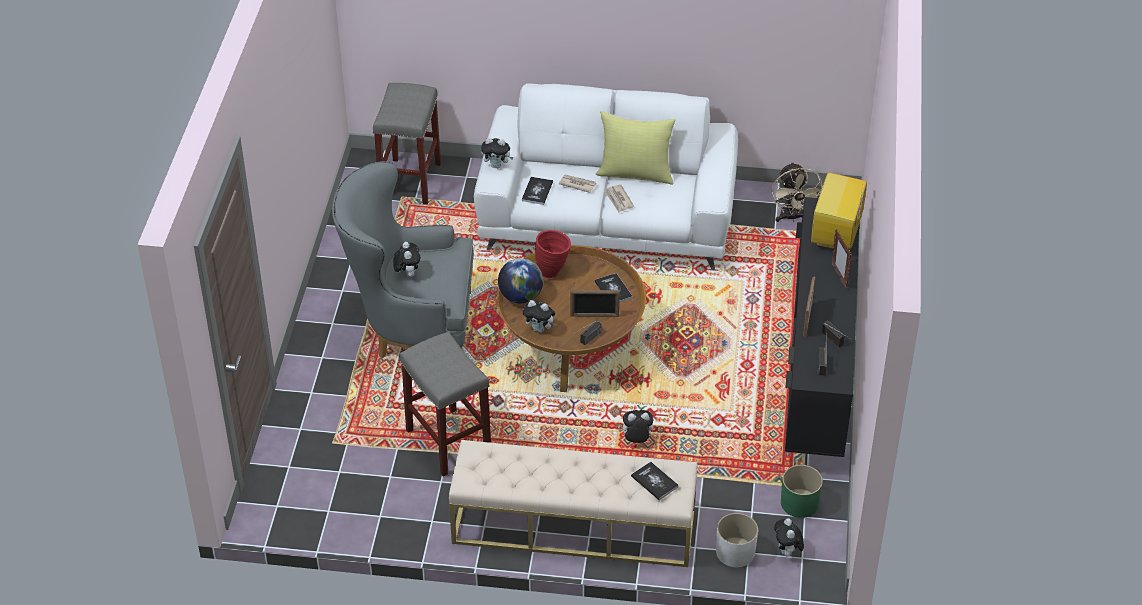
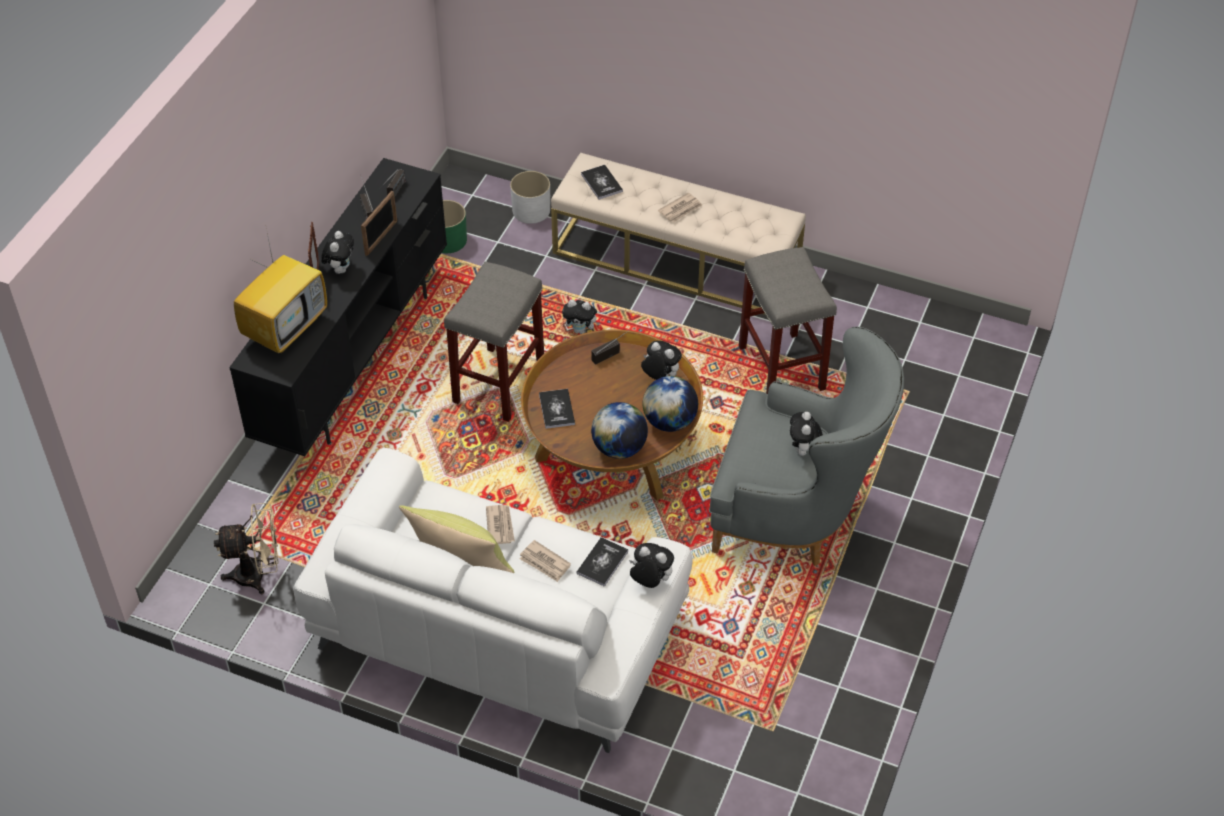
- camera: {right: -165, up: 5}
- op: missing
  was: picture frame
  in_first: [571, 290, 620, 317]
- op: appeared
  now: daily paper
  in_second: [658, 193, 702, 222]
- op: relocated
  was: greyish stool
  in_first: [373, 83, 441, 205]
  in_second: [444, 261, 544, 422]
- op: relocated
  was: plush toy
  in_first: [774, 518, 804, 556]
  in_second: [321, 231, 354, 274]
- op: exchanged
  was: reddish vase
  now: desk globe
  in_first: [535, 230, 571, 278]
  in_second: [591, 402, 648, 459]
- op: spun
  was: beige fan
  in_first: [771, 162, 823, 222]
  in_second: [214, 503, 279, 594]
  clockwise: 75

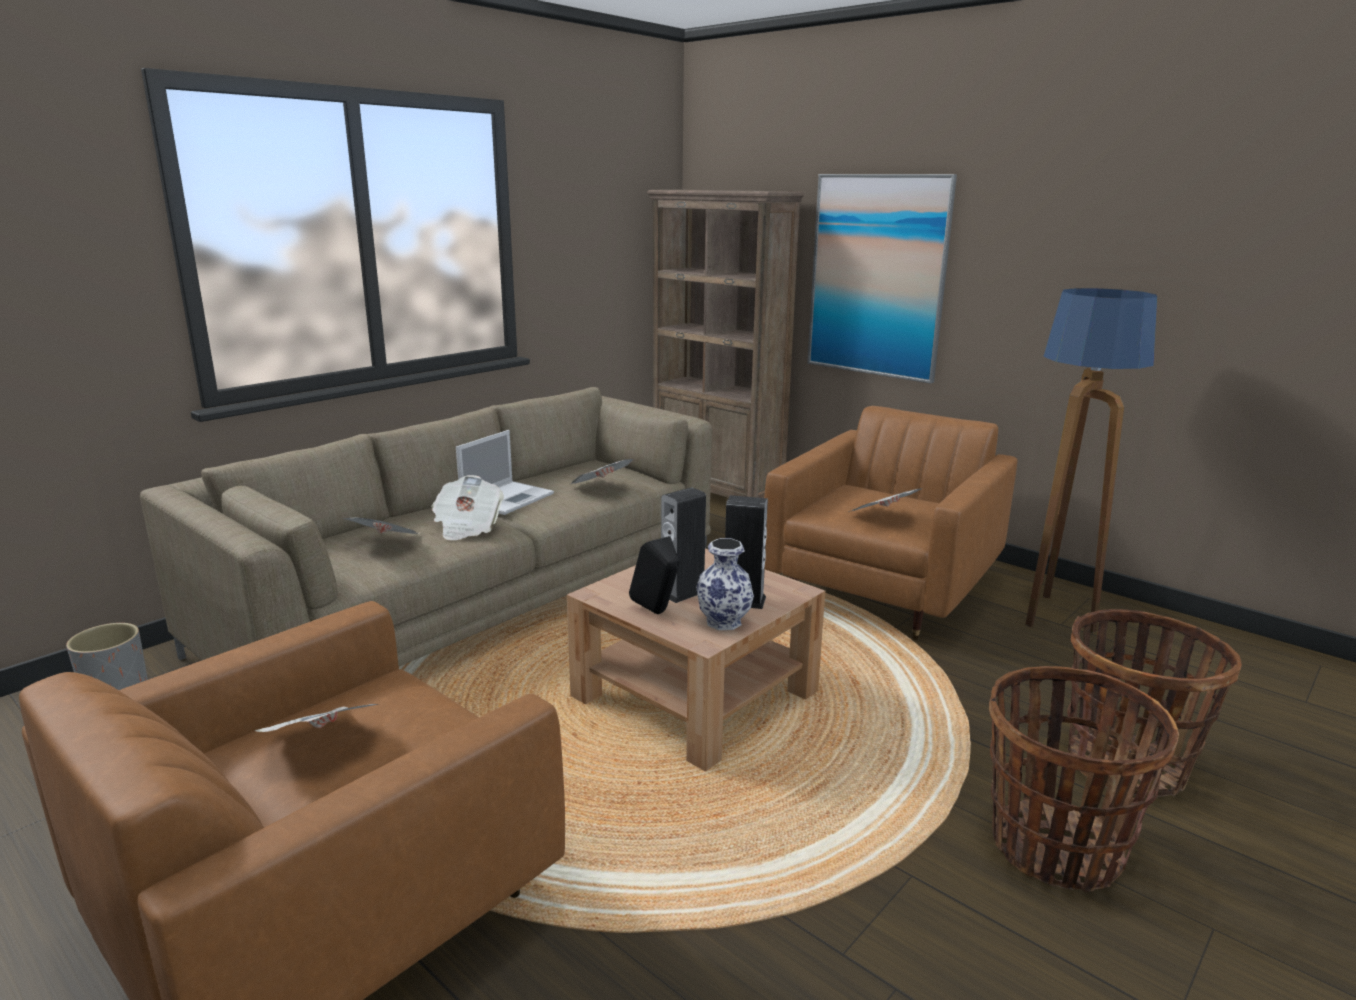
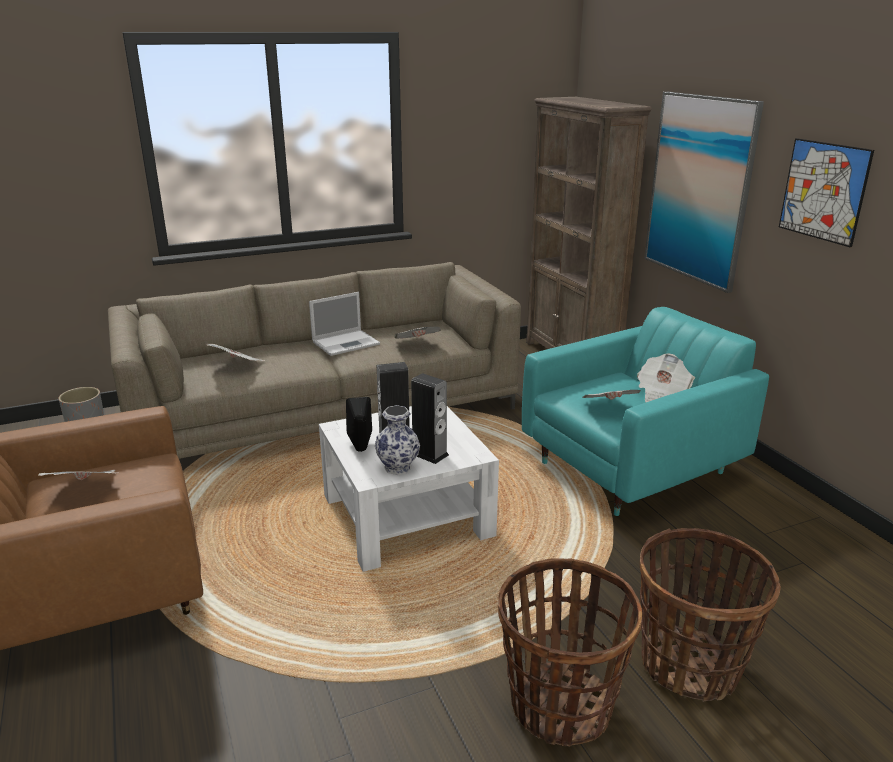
- camera: {right: 25, up: 5}
- op: missing
  was: floor lamp
  in_first: [1025, 288, 1157, 633]
- op: appeared
  now: wall picture
  in_second: [779, 138, 874, 248]
- op: relocated
  was: daily paper
  in_first: [432, 475, 504, 540]
  in_second: [637, 353, 696, 402]
- op: colour
  was: brown-coloured lounge table
  now: whitish lounge table
  in_first: [567, 549, 825, 771]
  in_second: [319, 406, 499, 572]
- op: colour
  was: brown-coloured lounge chair
  now: turquoise-coloured lounge chair
  in_first: [764, 406, 1017, 640]
  in_second: [522, 307, 769, 516]

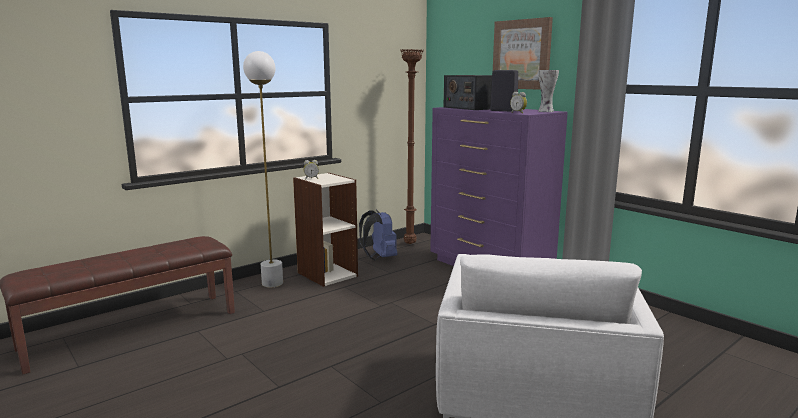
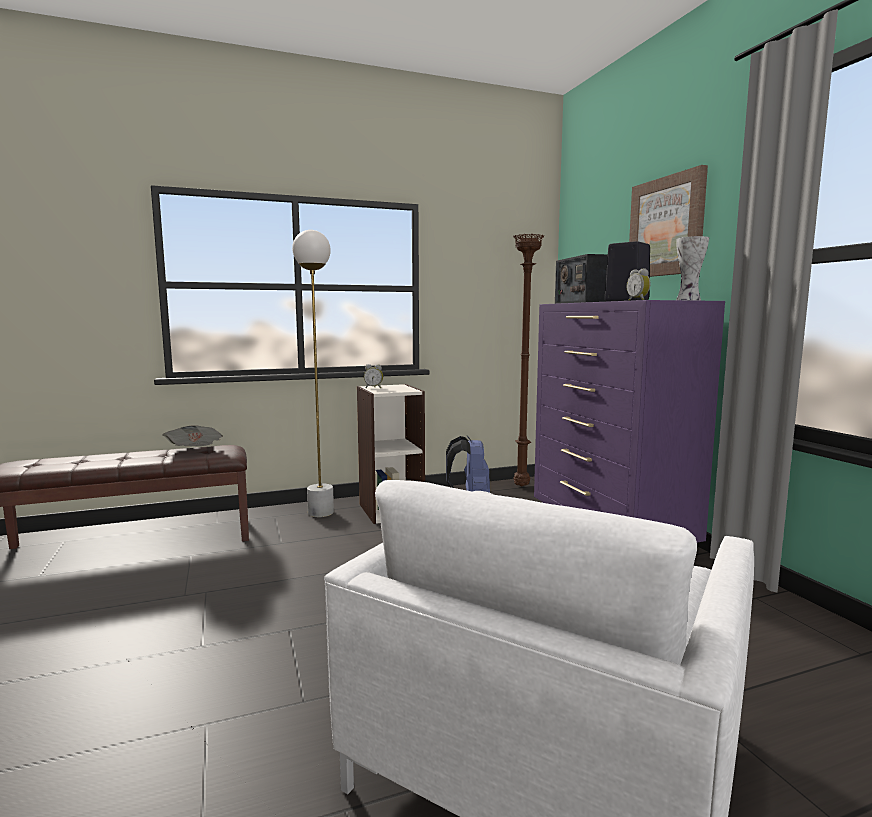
- camera: {right: 20, up: -5}
- op: appeared
  now: daily paper
  in_second: [162, 425, 223, 446]

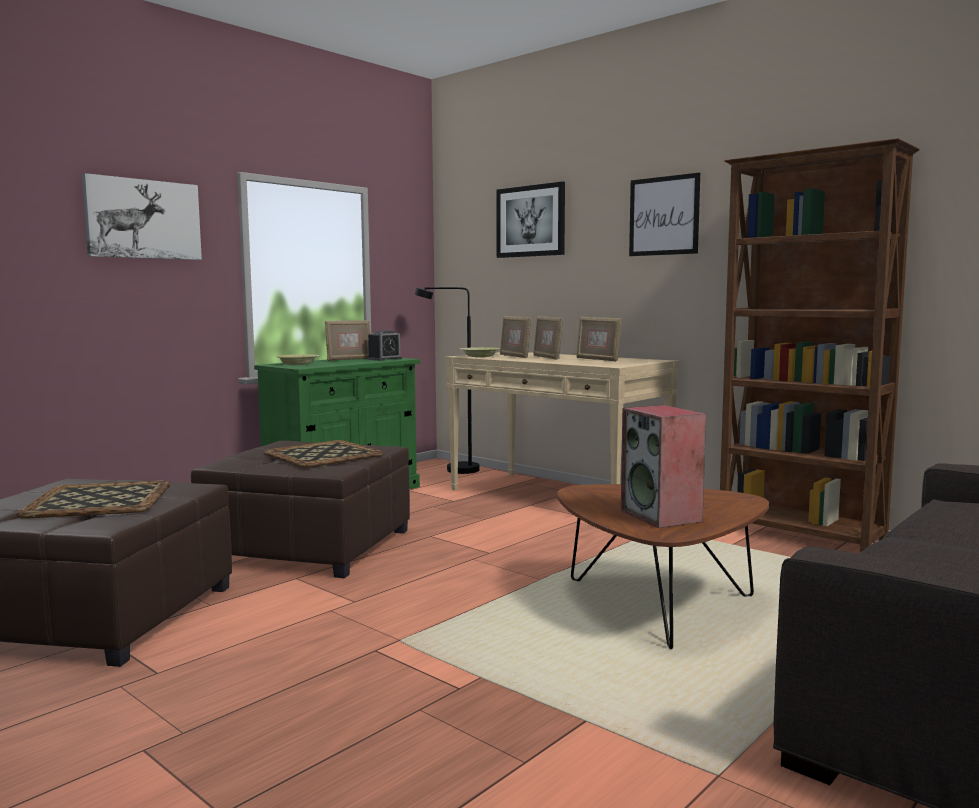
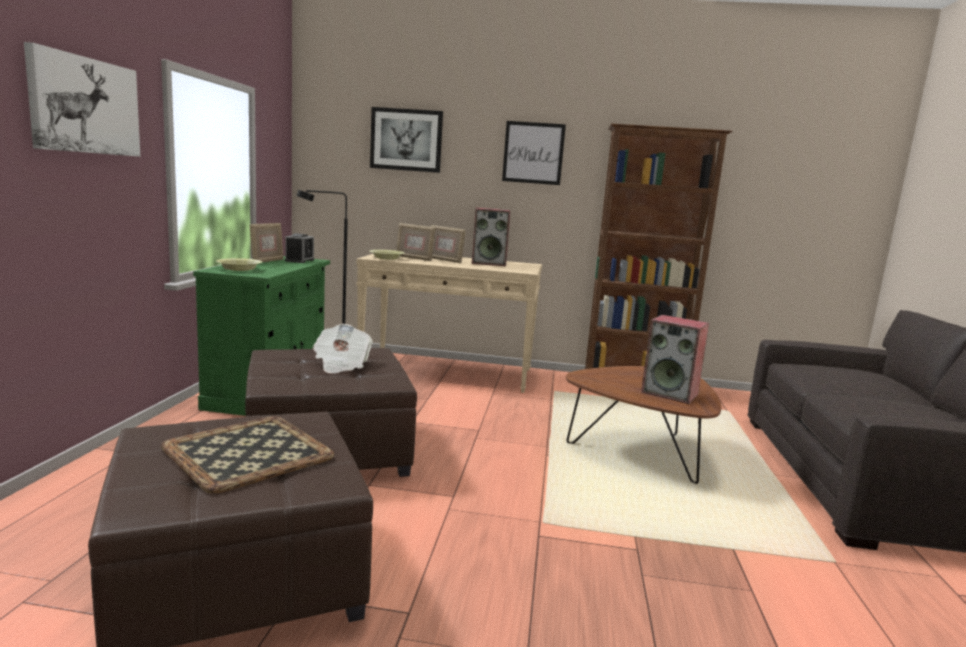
- camera: {right: -35, up: 5}
- op: exchanged
  was: tray
  now: daily paper
  in_first: [264, 440, 383, 468]
  in_second: [313, 324, 373, 373]
- op: exchanged
  was: picture frame
  now: loudspeaker
  in_first: [577, 317, 622, 361]
  in_second: [472, 208, 510, 266]

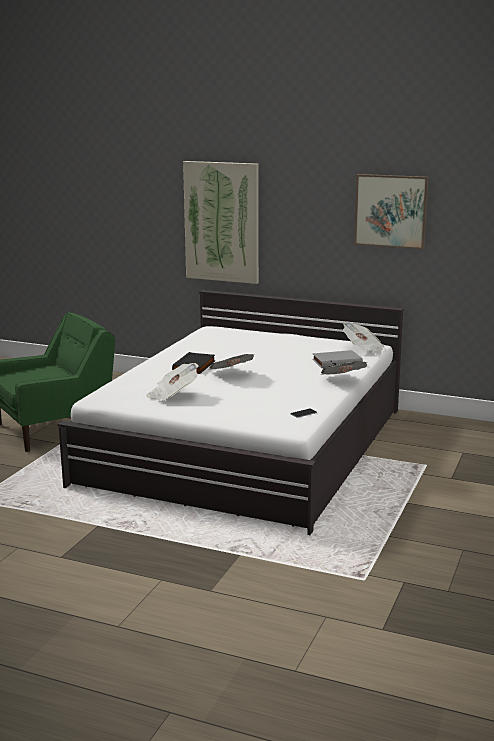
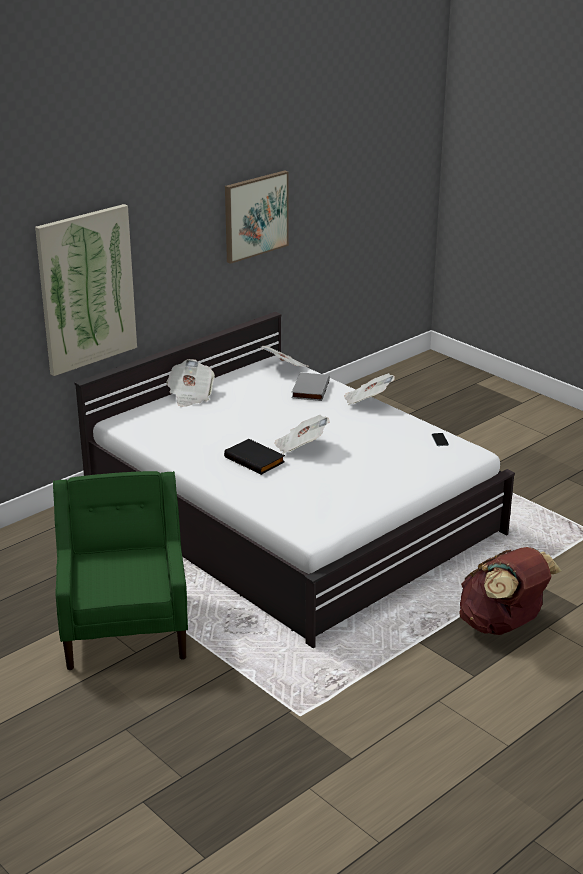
- camera: {right: -65, up: 10}
- op: appeared
  now: brown-coloured rucksack
  in_second: [459, 547, 561, 635]
- op: relocated
  was: daily paper
  in_first: [146, 363, 199, 401]
  in_second: [166, 359, 215, 407]

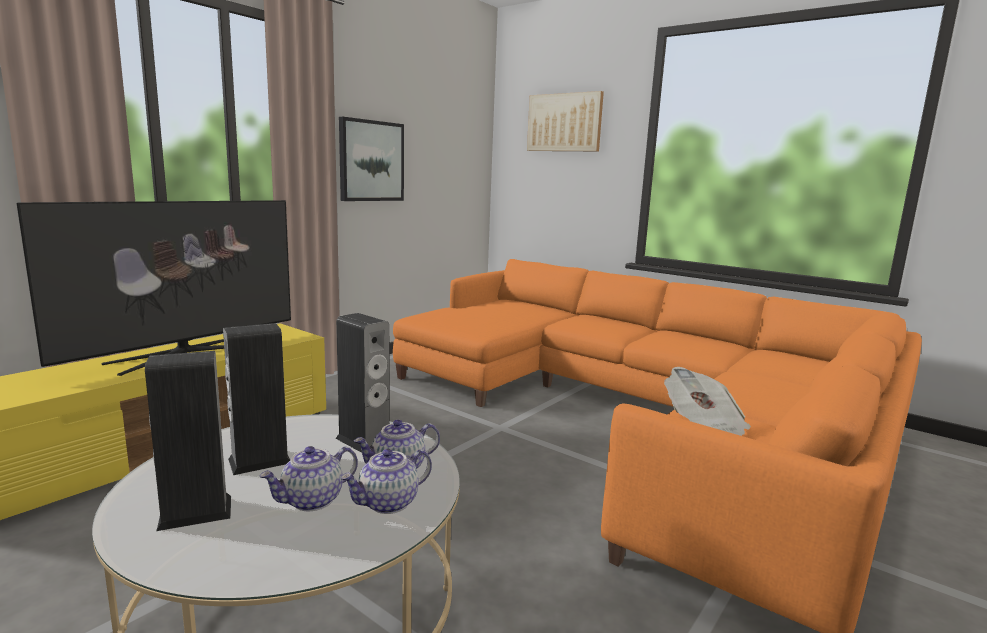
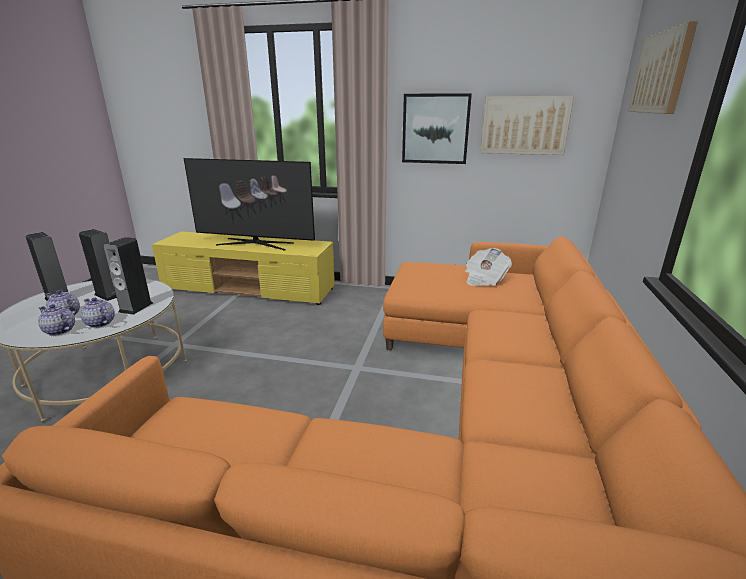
- camera: {right: 65, up: 10}
- op: appeared
  now: wall picture
  in_second: [480, 96, 574, 155]
- op: relocated
  was: daily paper
  in_first: [664, 367, 751, 436]
  in_second: [465, 248, 512, 286]

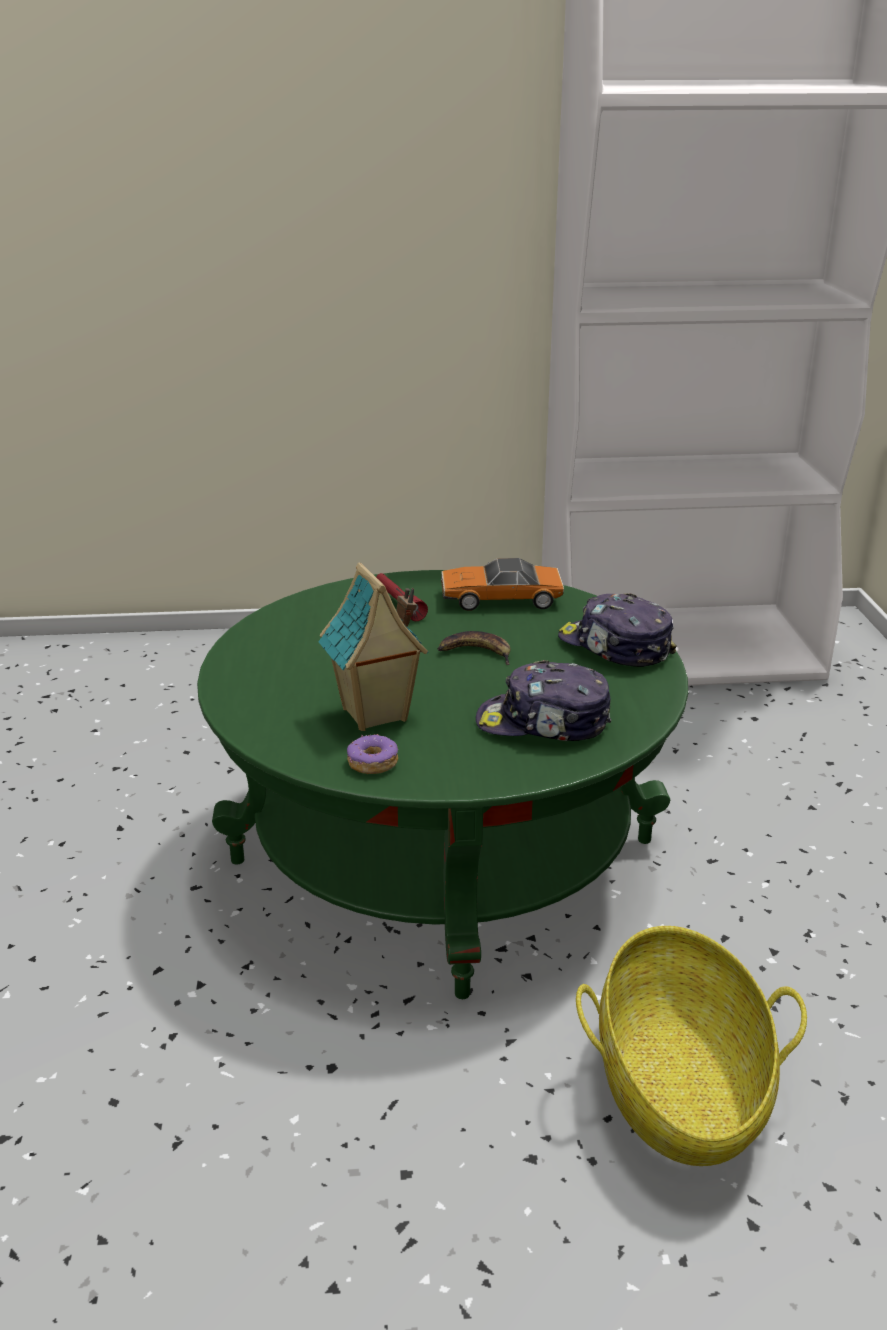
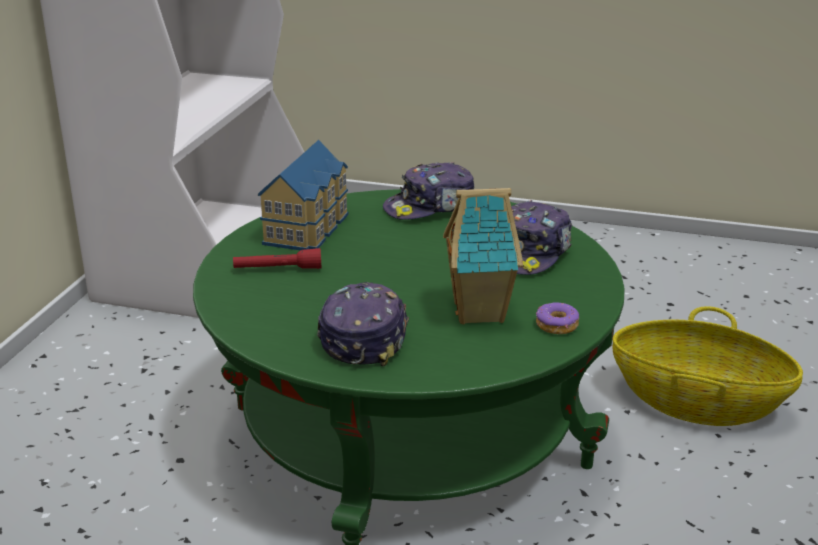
- camera: {right: -70, up: 0}
- op: missing
  was: banana
  in_first: [437, 631, 511, 665]
- op: appeared
  now: baseball cap
  in_second: [317, 282, 409, 366]
- op: exchanged
  was: miniature car
  now: miniature house
  in_first: [441, 558, 564, 611]
  in_second: [258, 140, 348, 251]

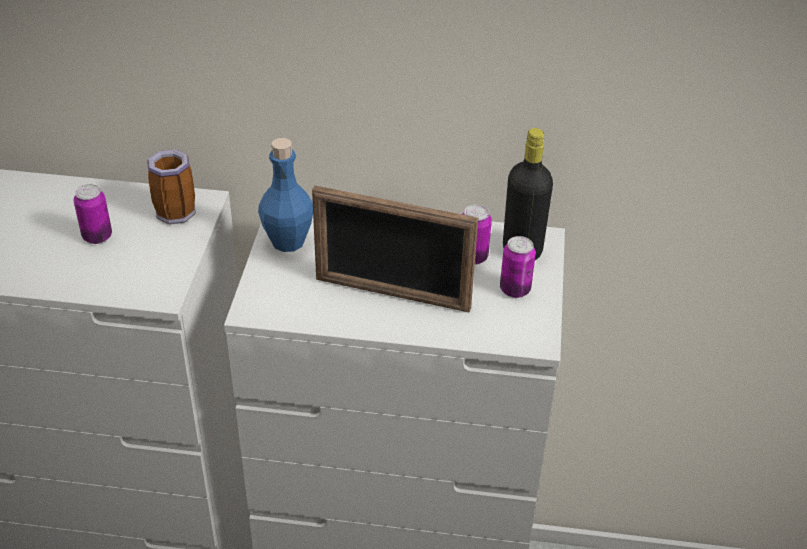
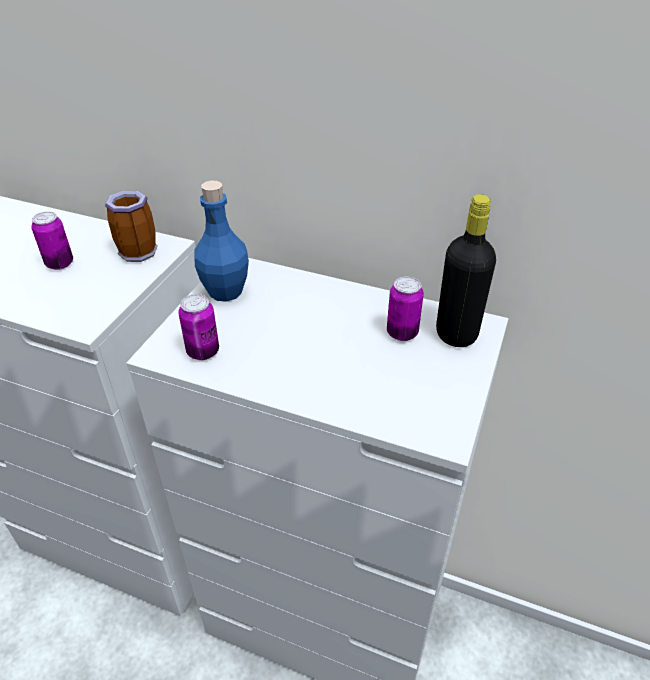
- camera: {right: 15, up: 0}
- op: missing
  was: picture frame
  in_first: [312, 186, 478, 312]
- op: relocated
  was: metal can
  in_first: [500, 236, 536, 298]
  in_second: [178, 294, 219, 360]

